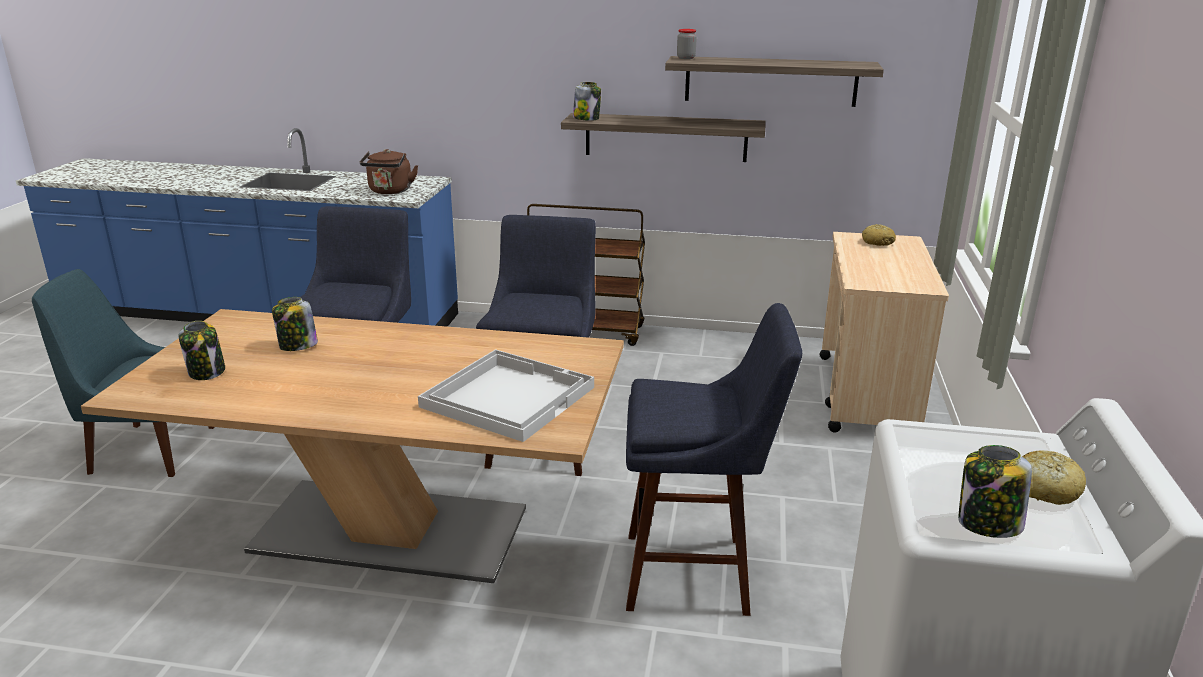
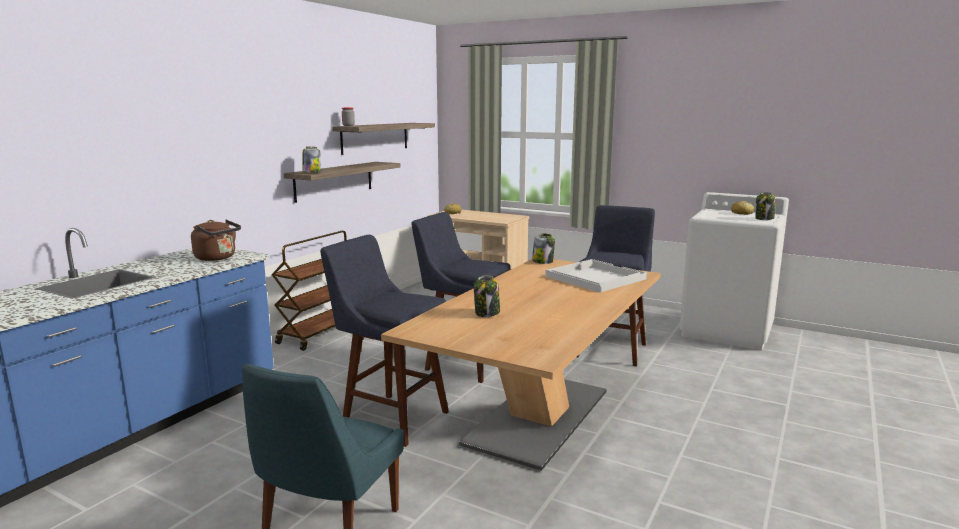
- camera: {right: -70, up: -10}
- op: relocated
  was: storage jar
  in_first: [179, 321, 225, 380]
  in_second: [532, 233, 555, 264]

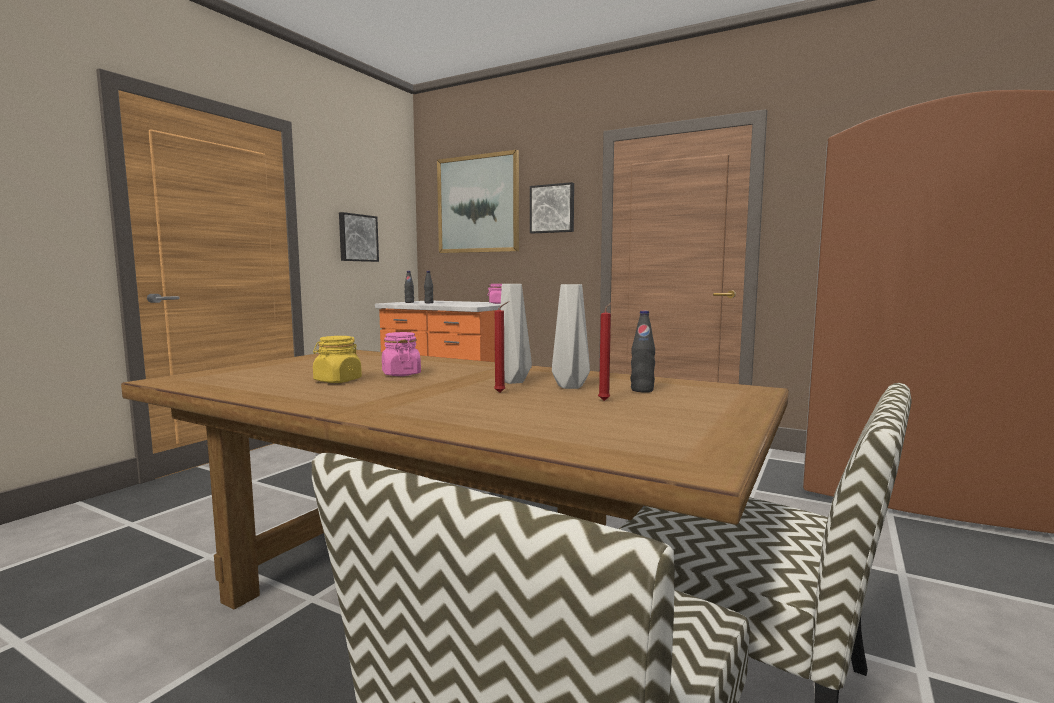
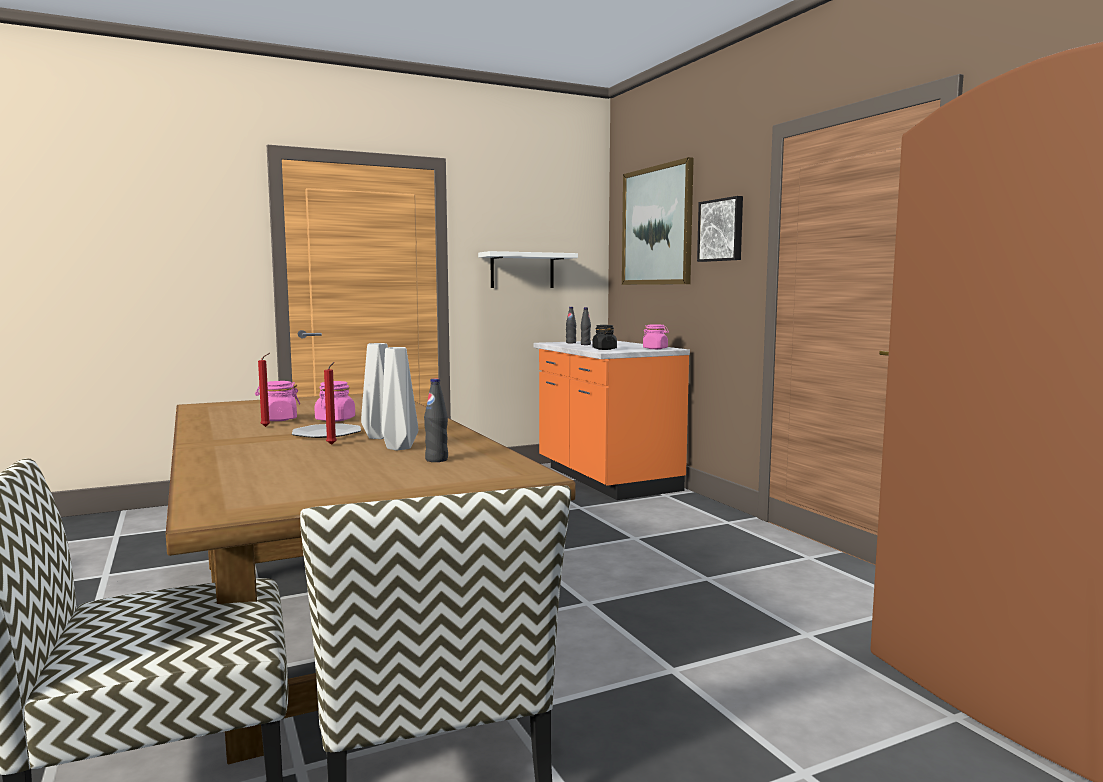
- camera: {right: 35, up: 0}
- op: appeared
  now: dinner plate
  in_second: [292, 423, 361, 438]
- op: appeared
  now: blackish storage jar
  in_second: [592, 325, 617, 350]
- op: relocated
  was: reddish wax candle
  in_first: [598, 303, 611, 401]
  in_second: [258, 353, 270, 427]
- op: exchanged
  was: wall picture
  now: whitish bracket shelf
  in_first: [339, 212, 379, 262]
  in_second: [478, 251, 578, 288]
- op: colour
  was: yellow storage jar
  now: pink storage jar
  in_first: [313, 336, 362, 383]
  in_second: [255, 381, 300, 421]

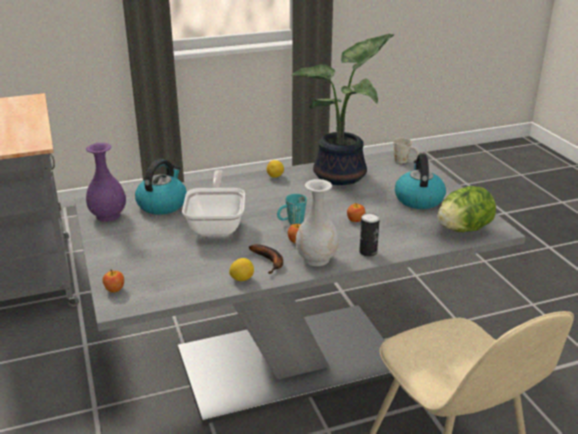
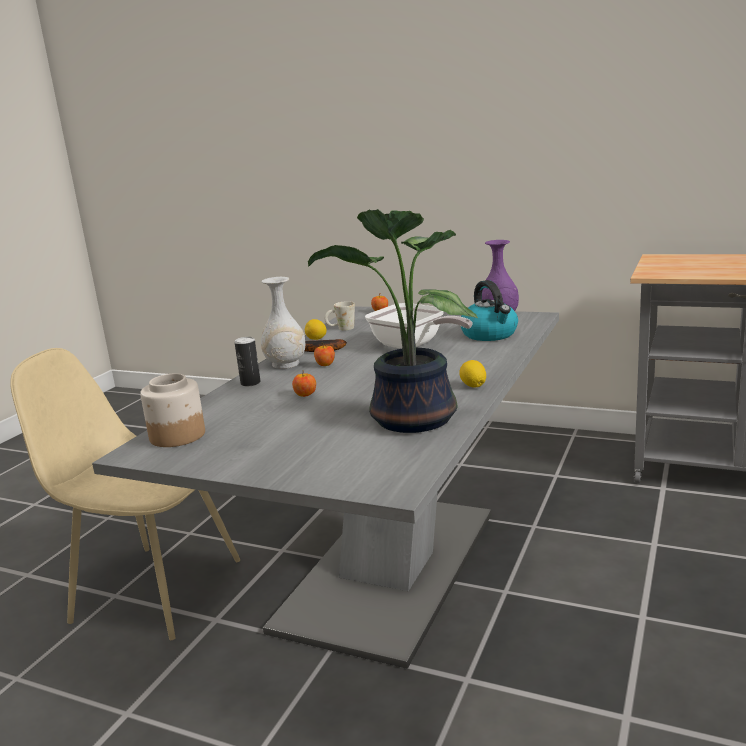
- camera: {right: 135, up: -10}
- op: missing
  was: turquoise-coloured mug
  in_first: [277, 194, 307, 224]
- op: missing
  was: tea kettle
  in_first: [395, 154, 446, 209]
- op: relocated
  was: whitish mug
  in_first: [394, 138, 419, 163]
  in_second: [325, 301, 355, 330]
- op: exchanged
  was: lettuce head
  now: storage jar
  in_first: [437, 186, 496, 232]
  in_second: [140, 373, 205, 447]

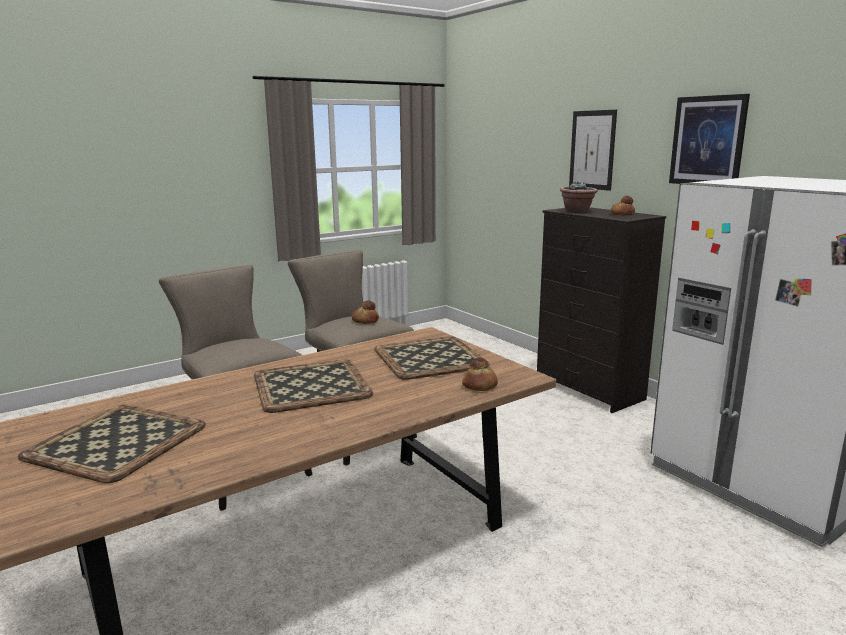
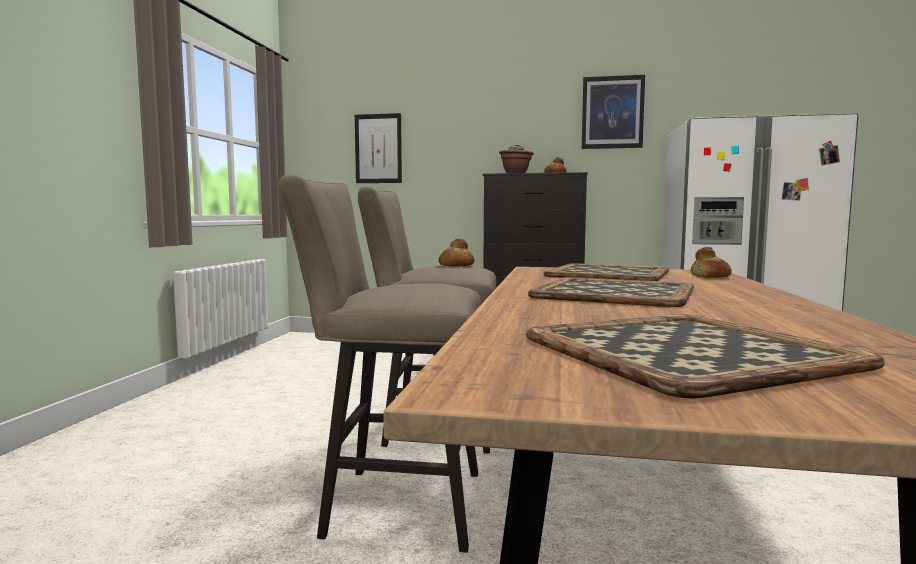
- camera: {right: -45, up: -10}
- op: relocated
  was: wall picture
  in_first: [569, 110, 617, 191]
  in_second: [355, 113, 402, 183]

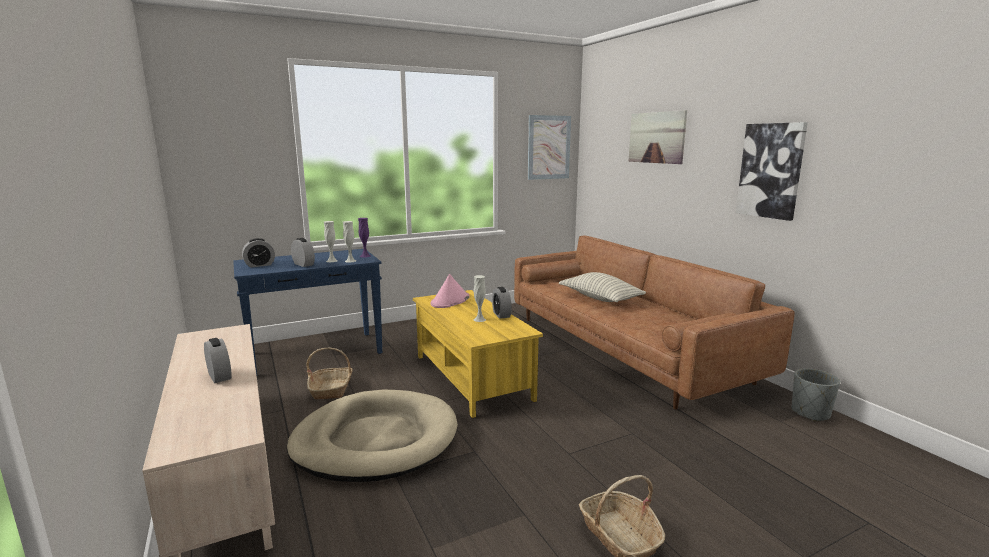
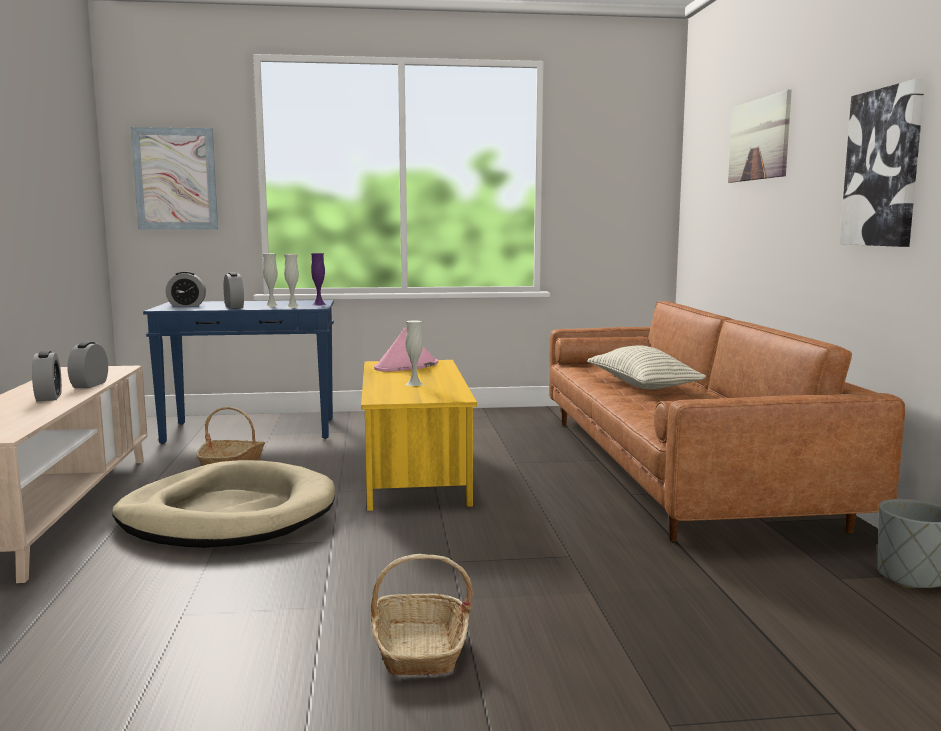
- camera: {right: 20, up: -5}
- op: relocated
  was: alarm clock
  in_first: [492, 287, 512, 319]
  in_second: [68, 342, 108, 388]
- op: relocated
  was: wall picture
  in_first: [528, 115, 571, 180]
  in_second: [131, 127, 218, 229]

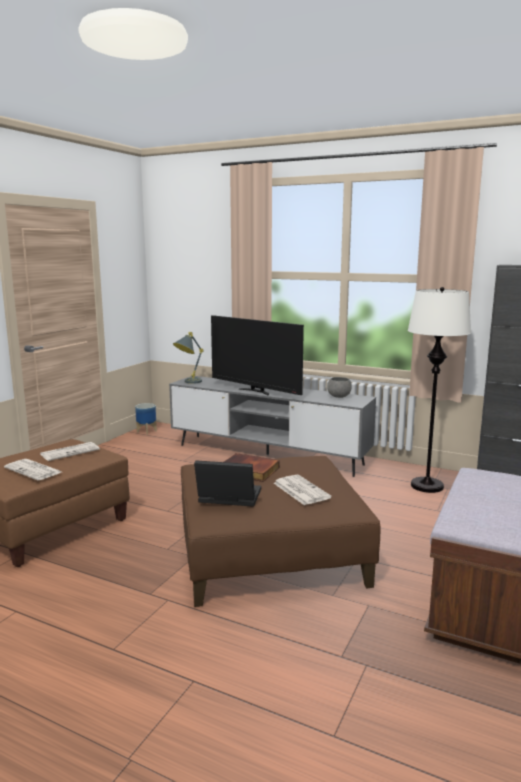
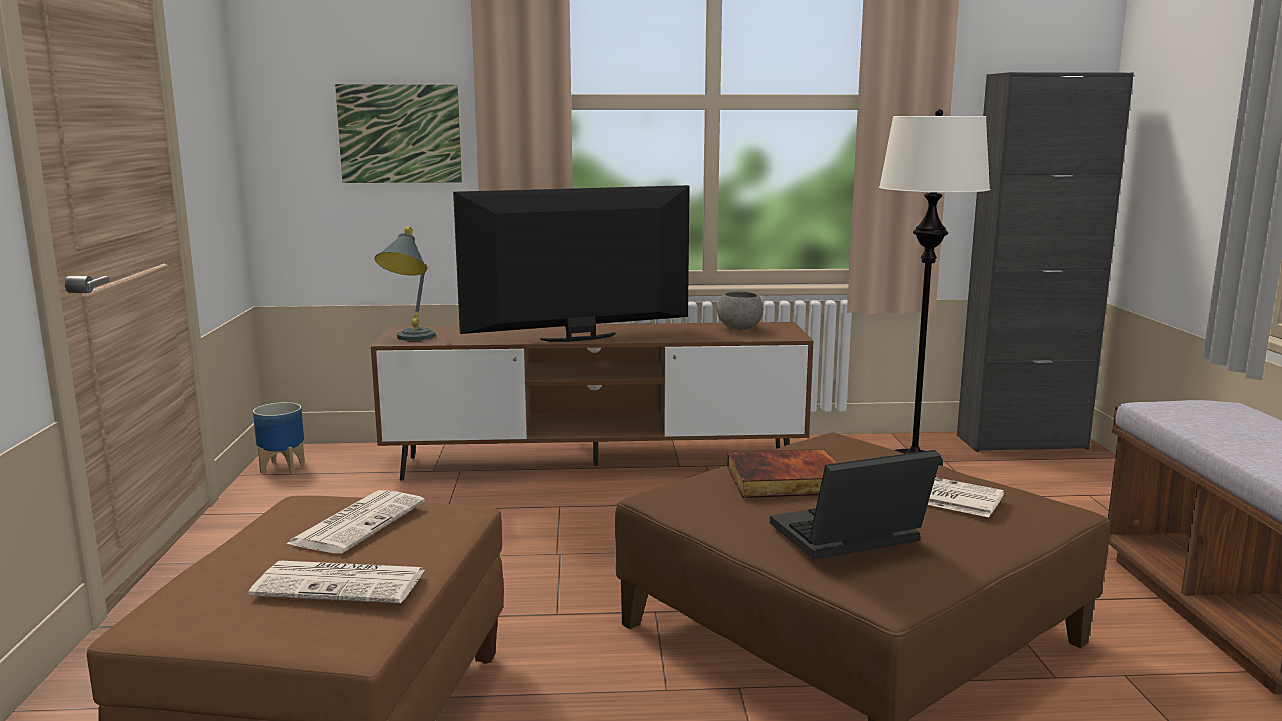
- camera: {right: -30, up: 0}
- op: appeared
  now: wall picture
  in_second: [335, 84, 462, 183]
- op: colour
  was: greyish tv unit
  now: brown-coloured tv unit
  in_first: [169, 376, 376, 477]
  in_second: [371, 322, 813, 481]
- op: spun
  was: TV
  in_first: [211, 315, 304, 395]
  in_second: [453, 185, 690, 342]
  clockwise: 150

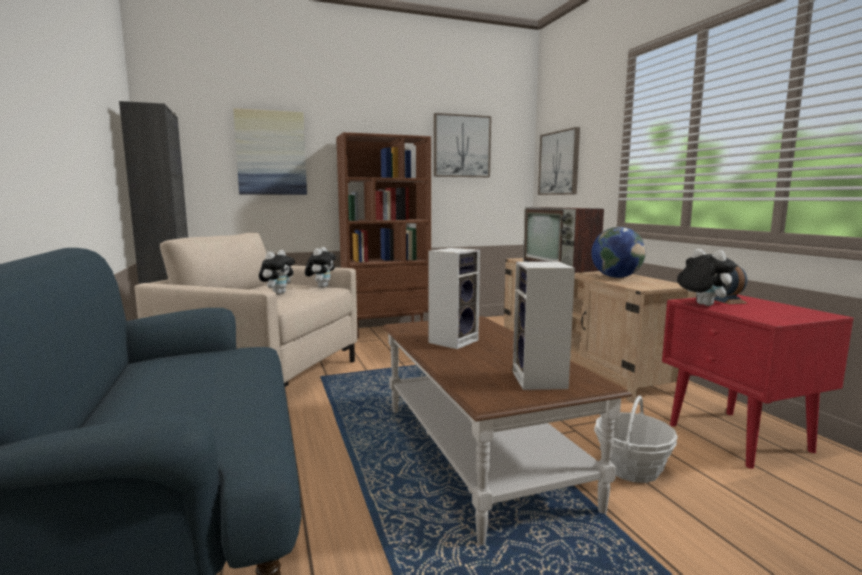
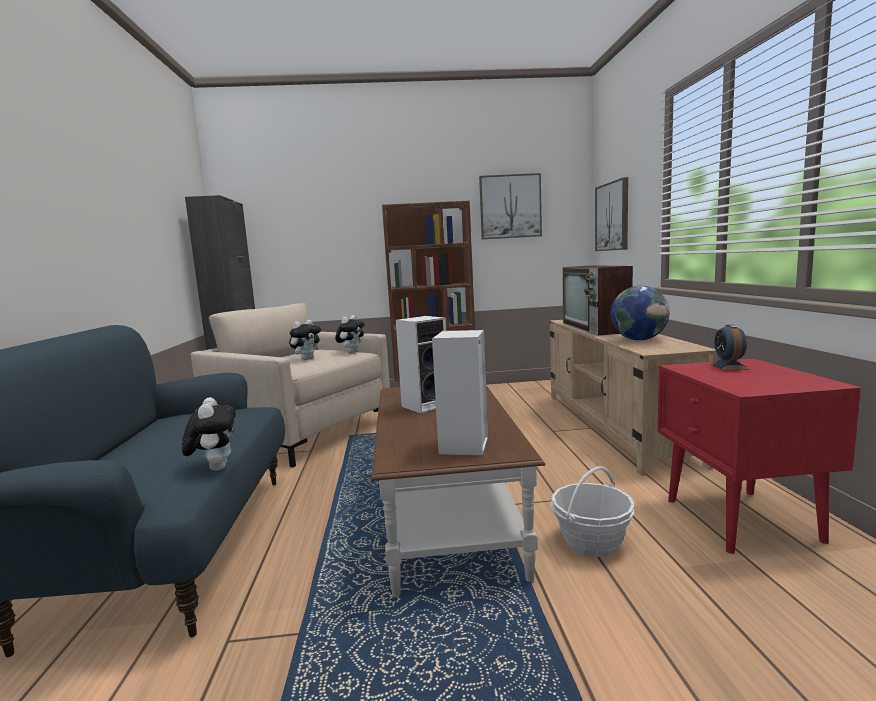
- camera: {right: 15, up: 0}
- op: missing
  was: wall picture
  in_first: [233, 108, 307, 195]
- op: relocated
  was: plush toy
  in_first: [677, 249, 736, 306]
  in_second: [182, 397, 236, 471]

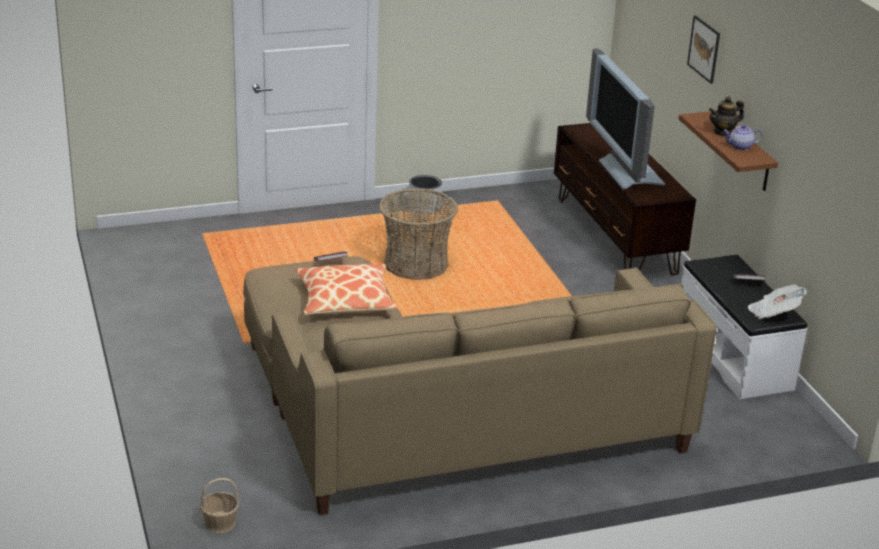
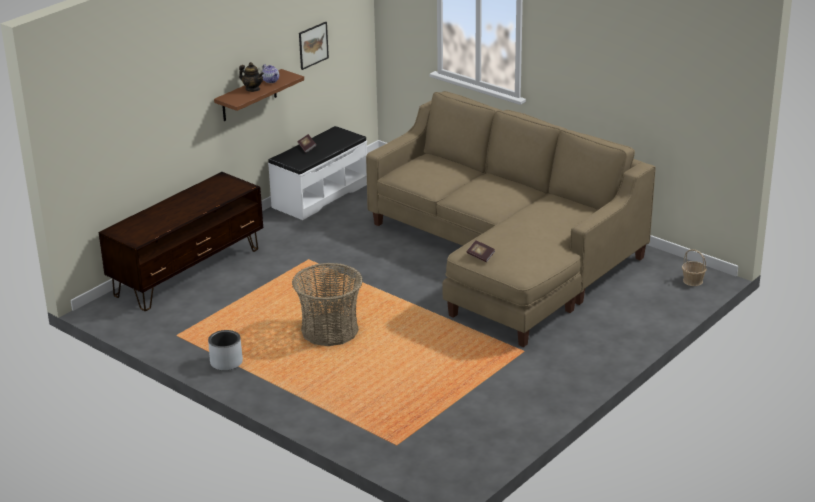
- camera: {right: -120, up: 0}
- op: missing
  was: throw pillow
  in_first: [295, 264, 398, 315]
- op: missing
  was: TV
  in_first: [586, 48, 665, 190]
- op: missing
  was: daily paper
  in_first: [748, 284, 807, 319]
- op: relocated
  was: wall picture
  in_first: [687, 16, 720, 84]
  in_second: [299, 22, 329, 70]

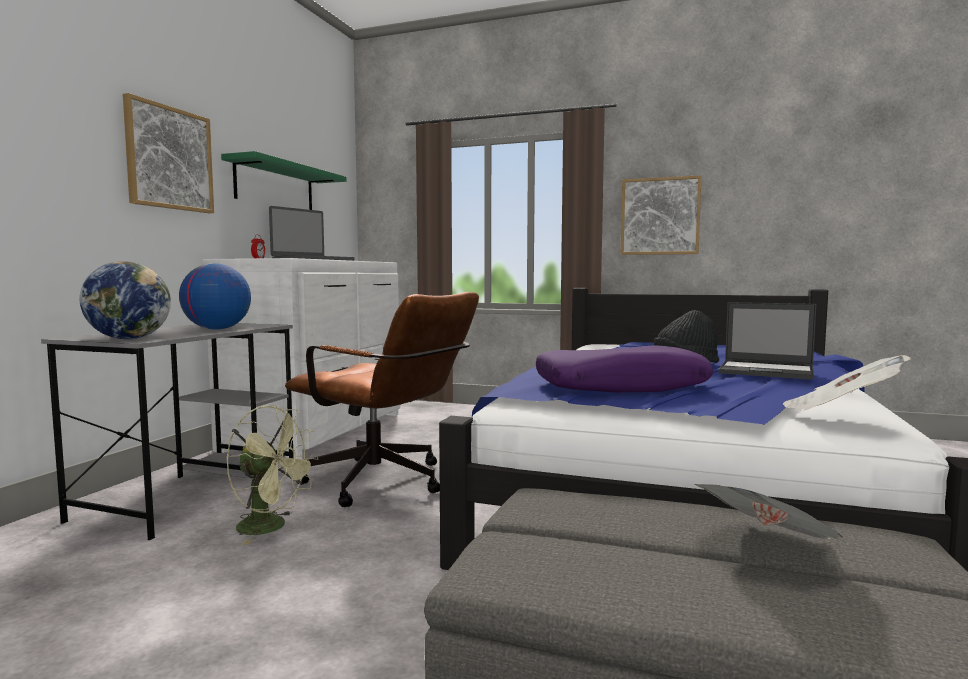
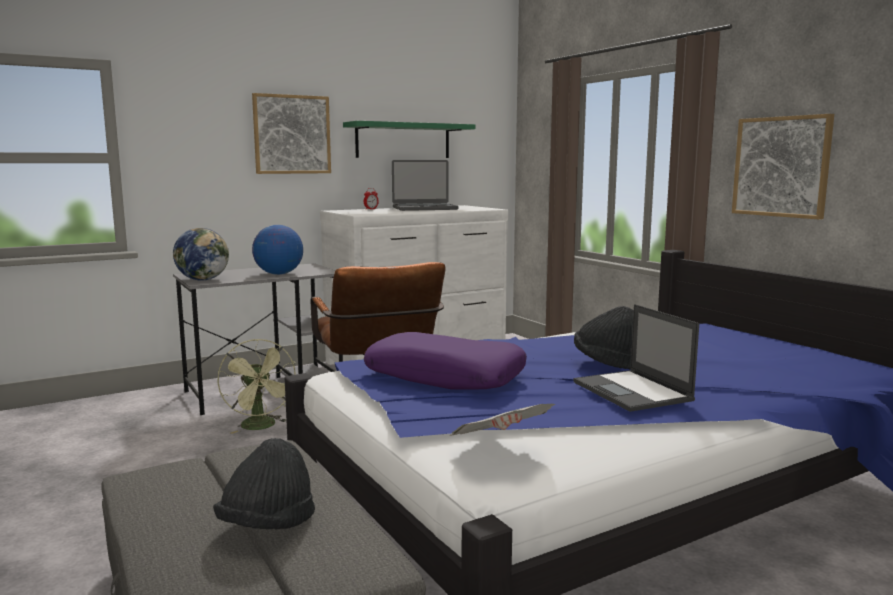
- camera: {right: 40, up: 5}
- op: exchanged
  was: daily paper
  now: blackish hat
  in_first: [694, 484, 843, 541]
  in_second: [213, 438, 315, 530]

